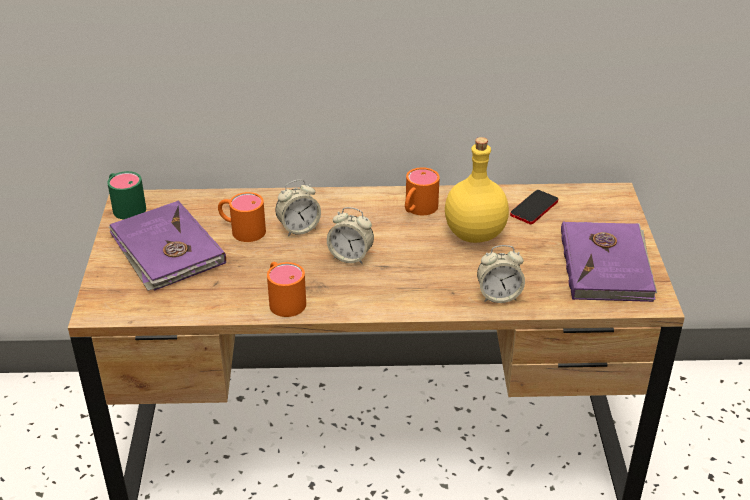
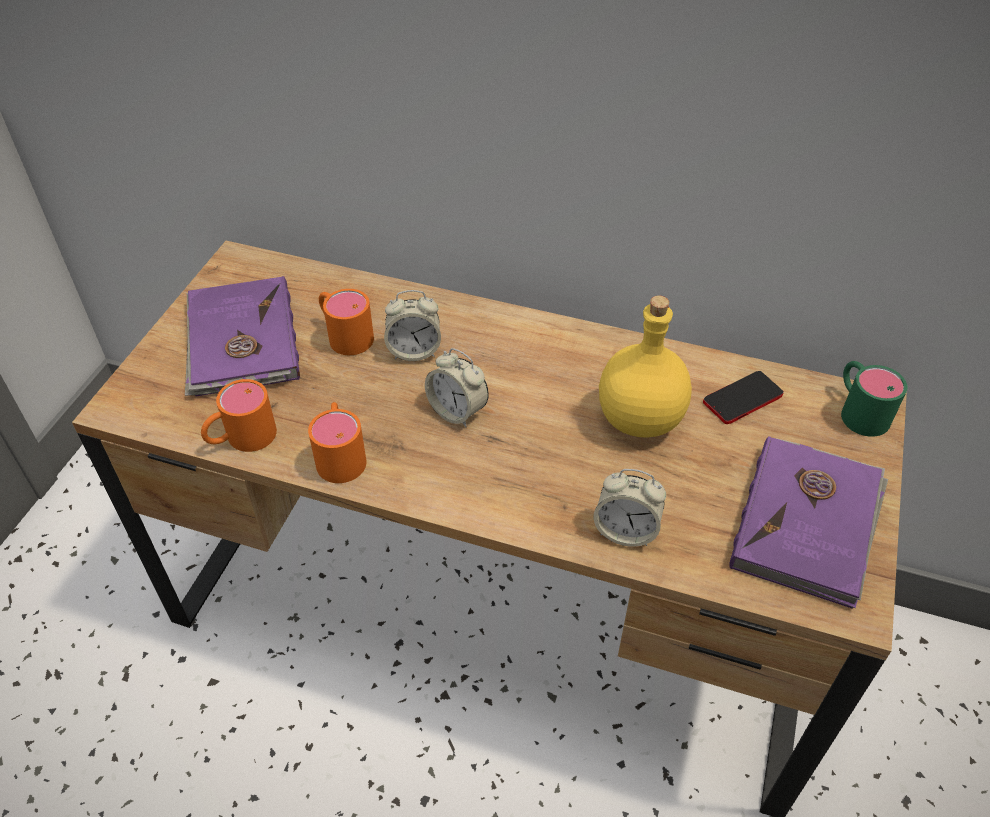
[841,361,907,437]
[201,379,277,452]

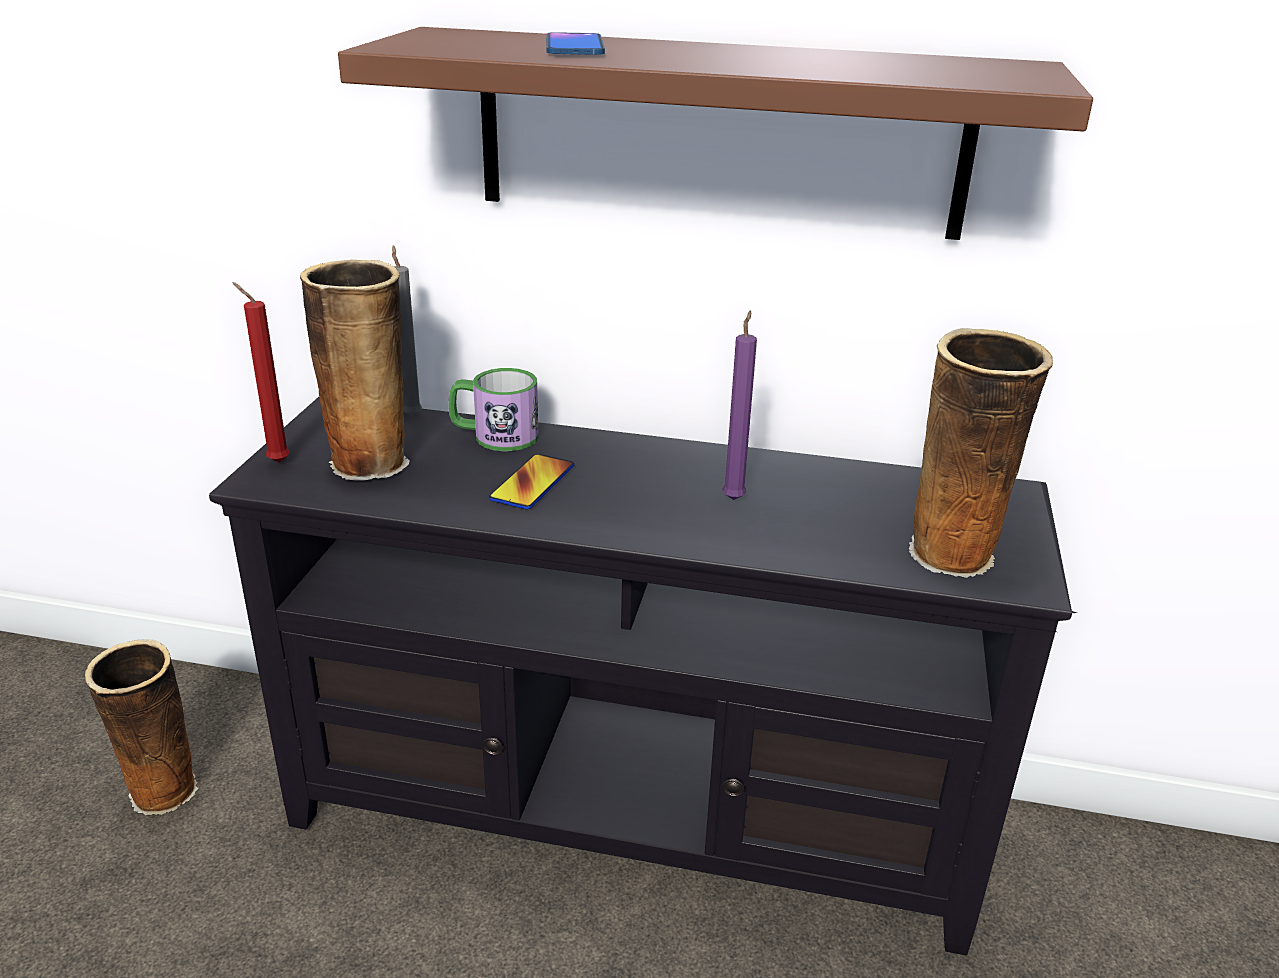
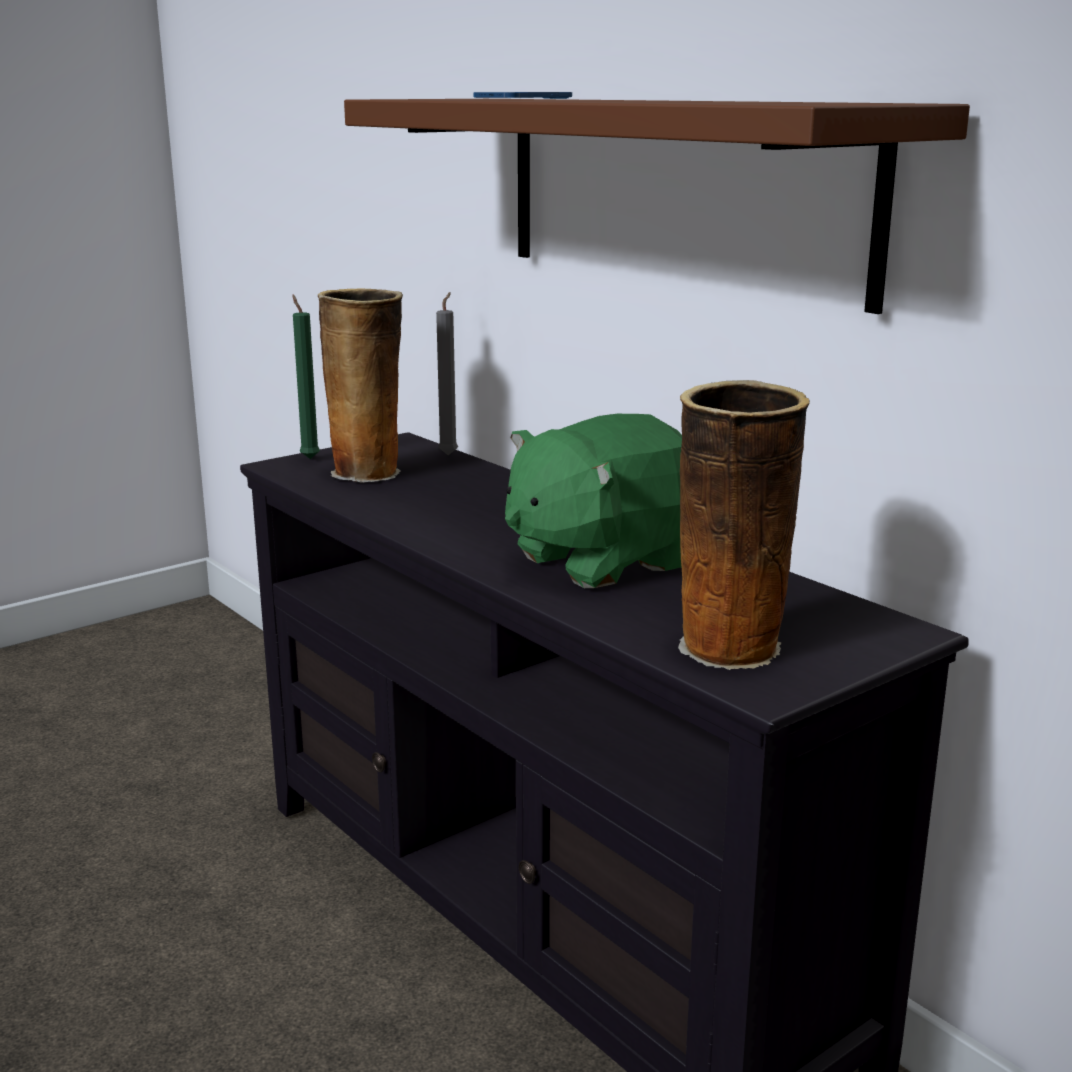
[85,639,199,815] (first image)
[449,368,539,451] (first image)
[489,454,574,510] (first image)
[505,414,682,588]
[292,295,320,459]

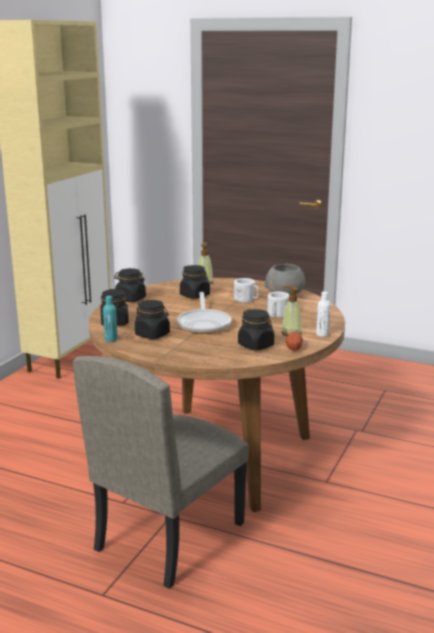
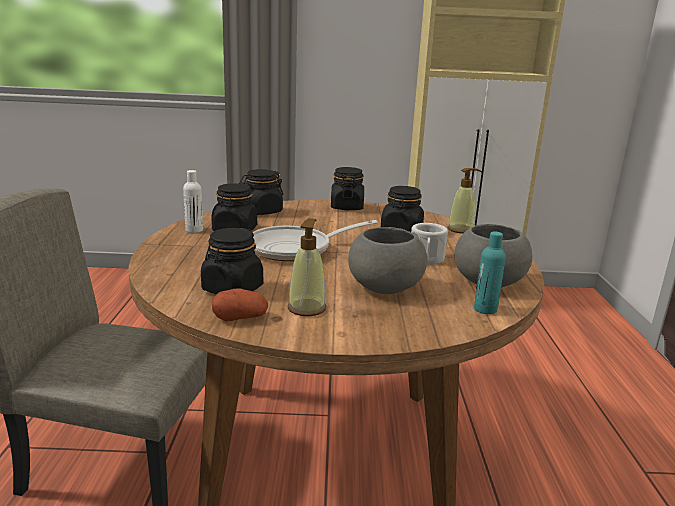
[474,232,506,314]
[183,170,203,233]
[348,227,427,294]

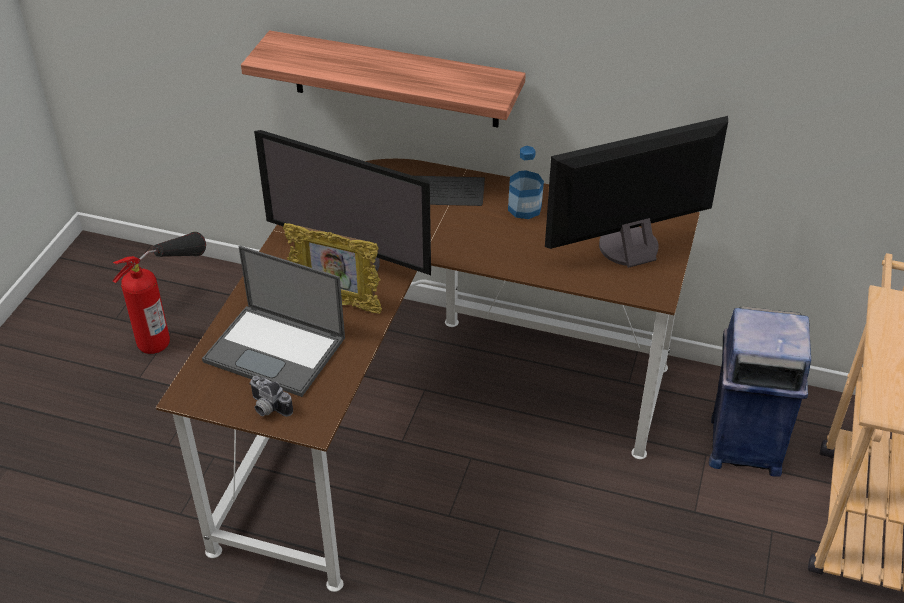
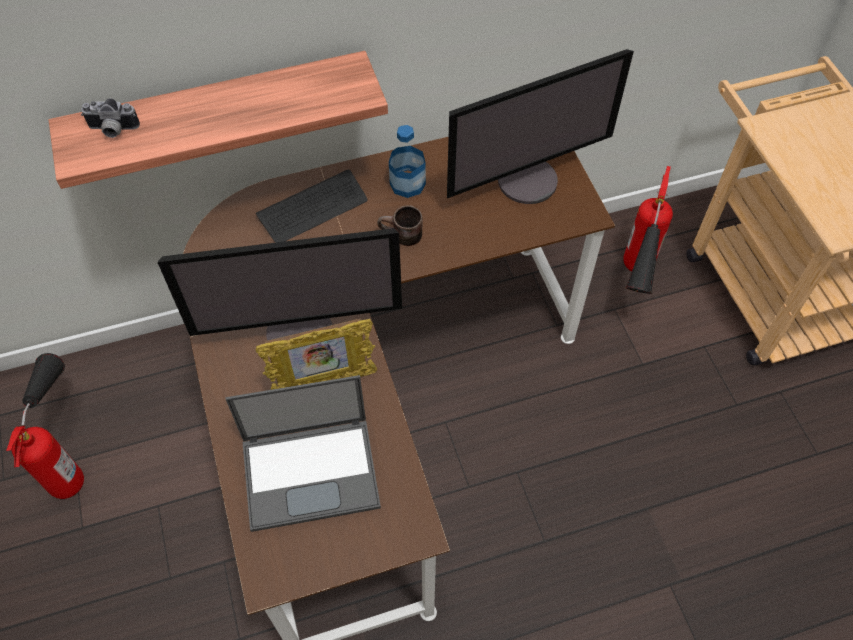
[377,205,423,246]
[81,98,140,138]
[623,166,673,294]
[447,49,634,204]

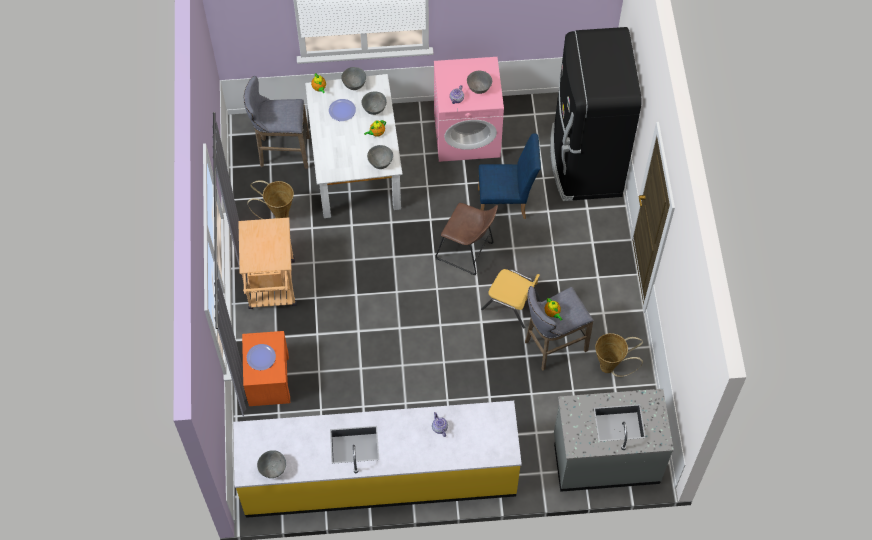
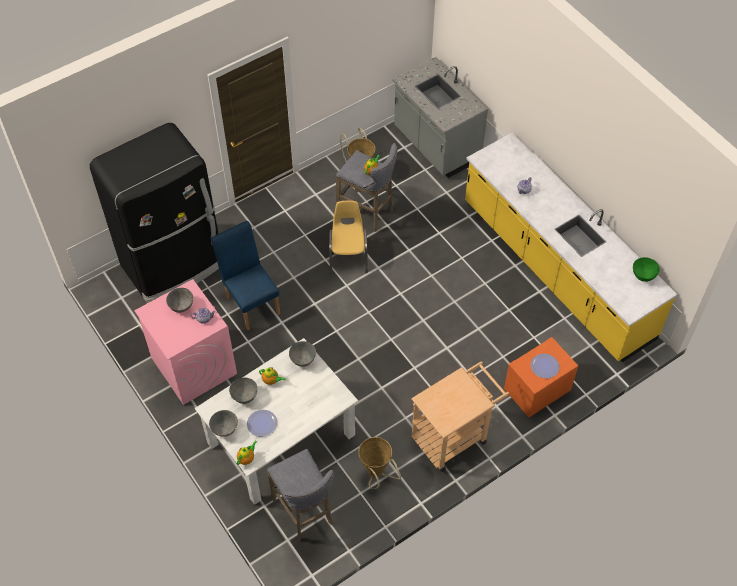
[436,203,498,276] (first image)
[633,257,660,282]

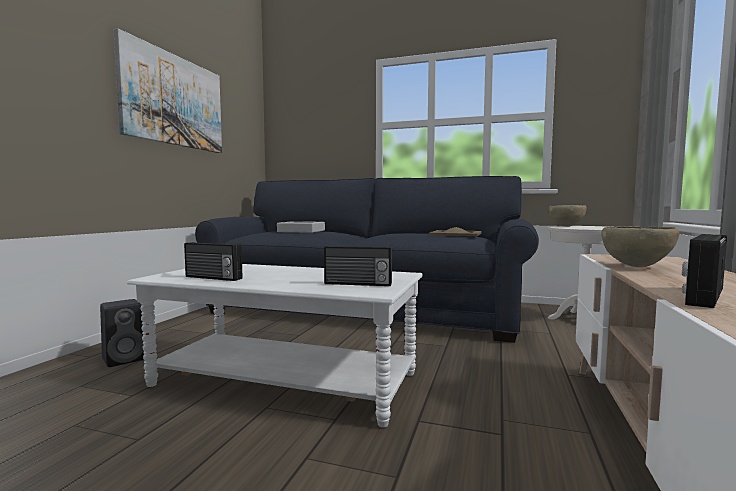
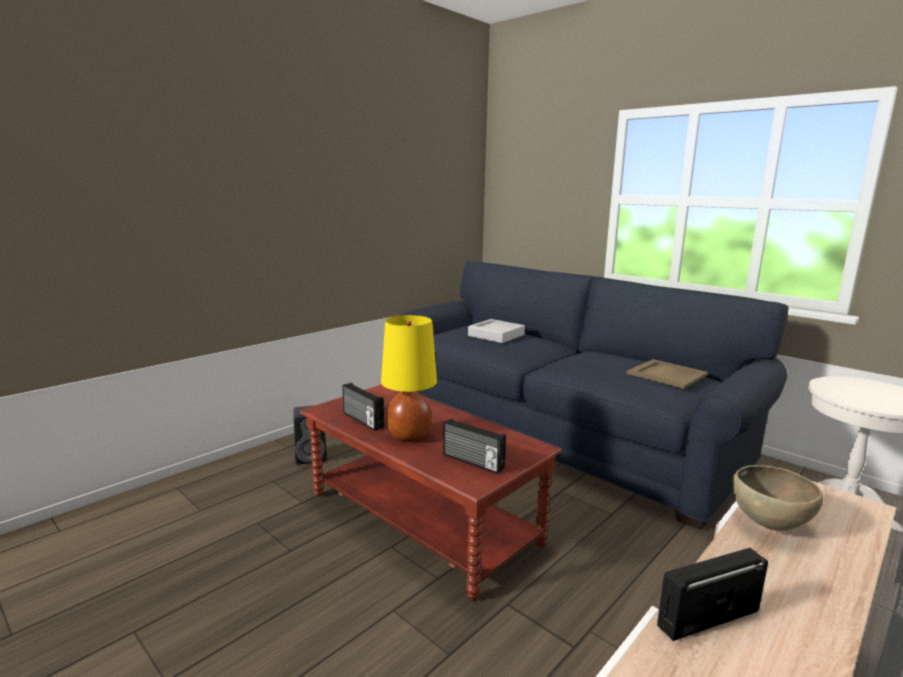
[114,28,222,153] (first image)
[548,205,587,227] (first image)
[381,315,437,442]
[300,384,562,601]

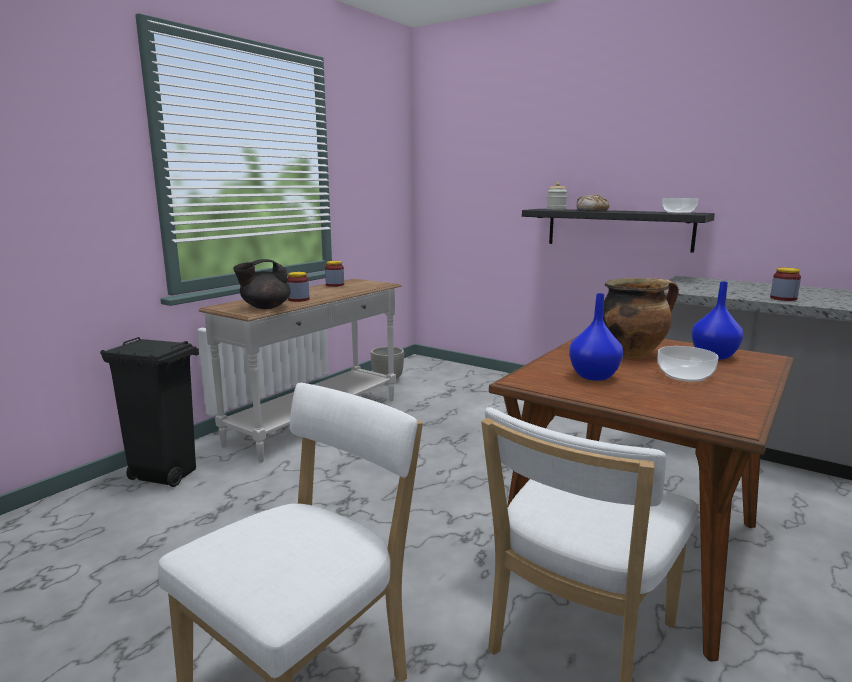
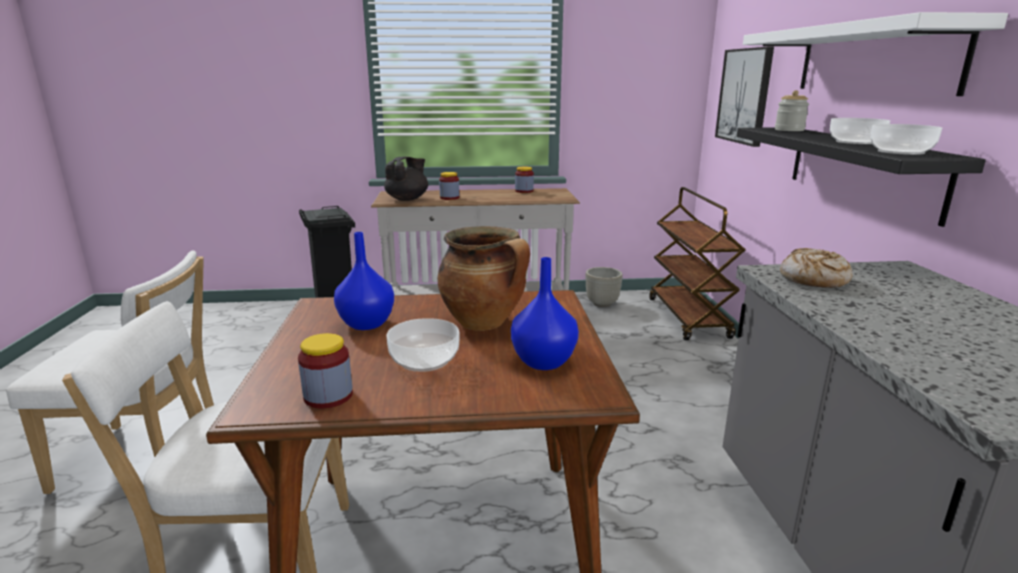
[649,187,745,340]
[715,47,774,147]
[743,12,1008,96]
[830,118,890,144]
[780,248,853,288]
[298,333,353,409]
[384,157,428,201]

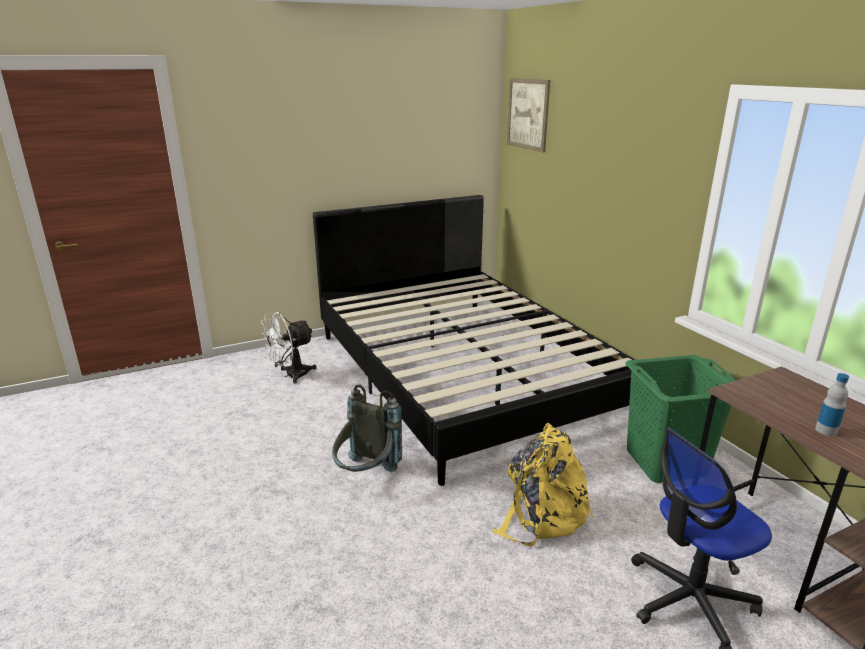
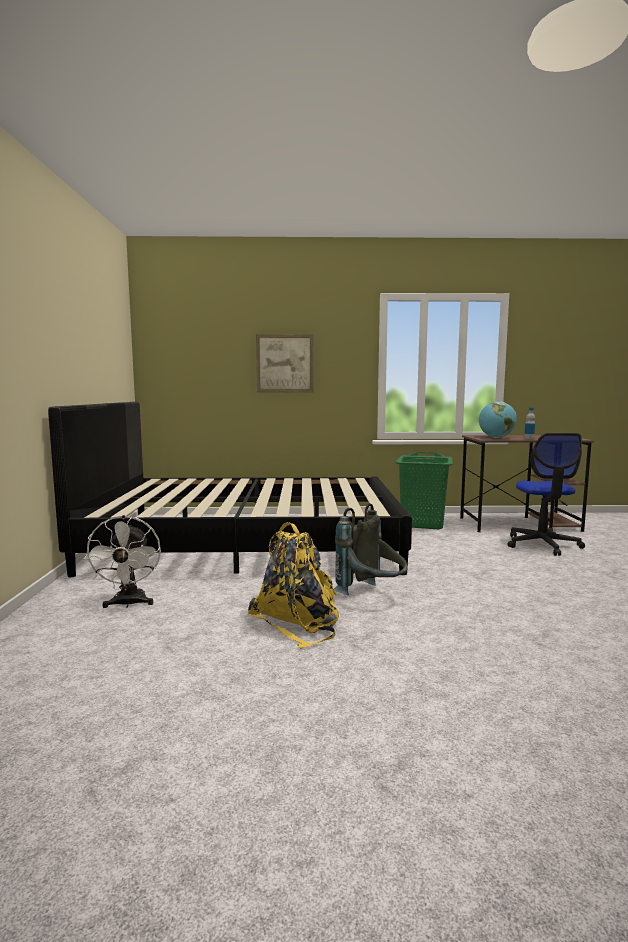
[479,401,517,438]
[248,522,339,649]
[256,334,313,392]

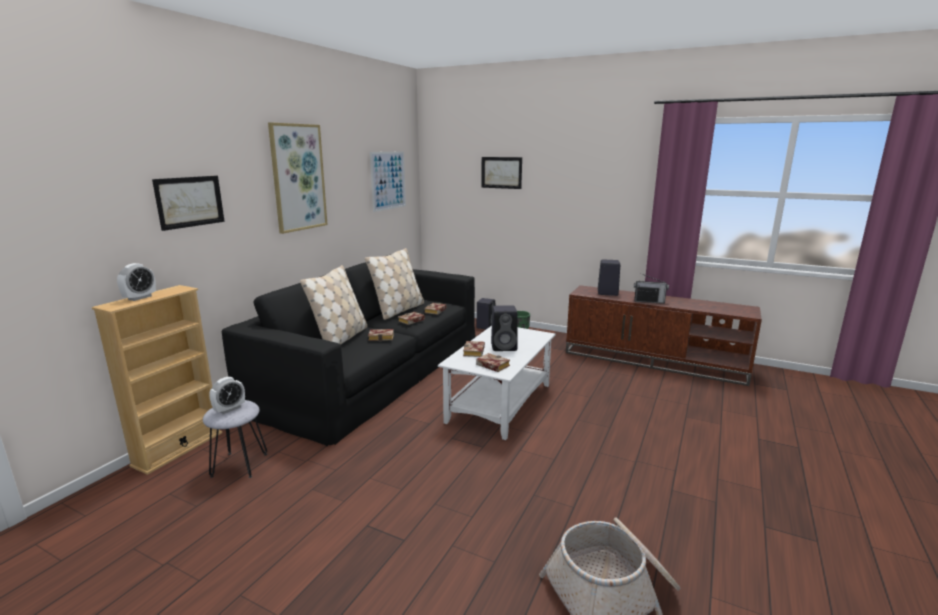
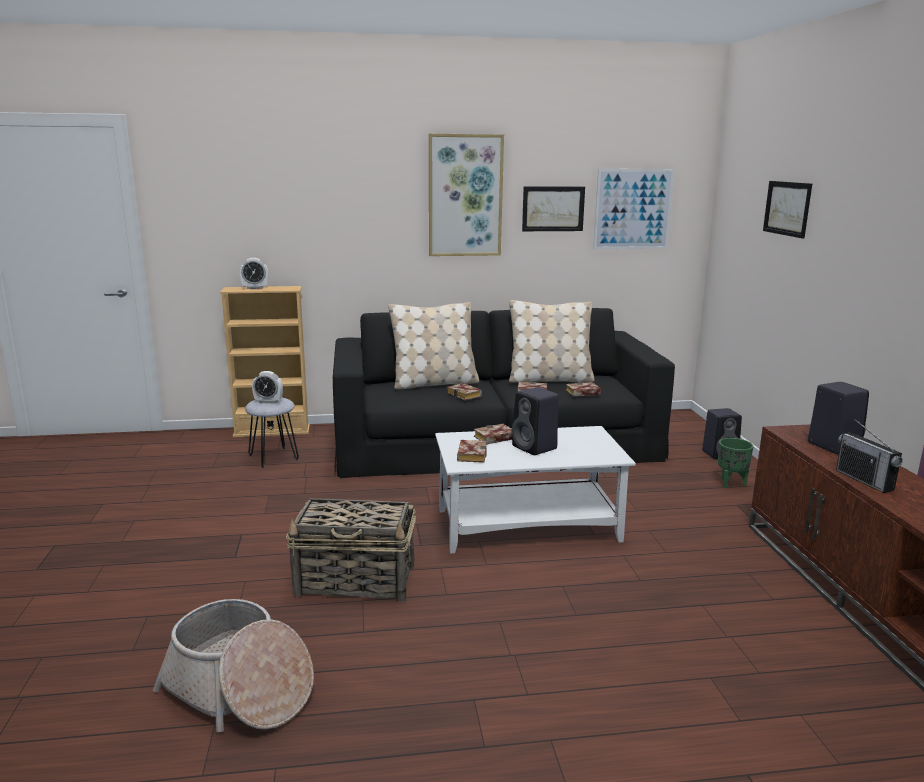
[286,498,416,602]
[522,186,585,231]

